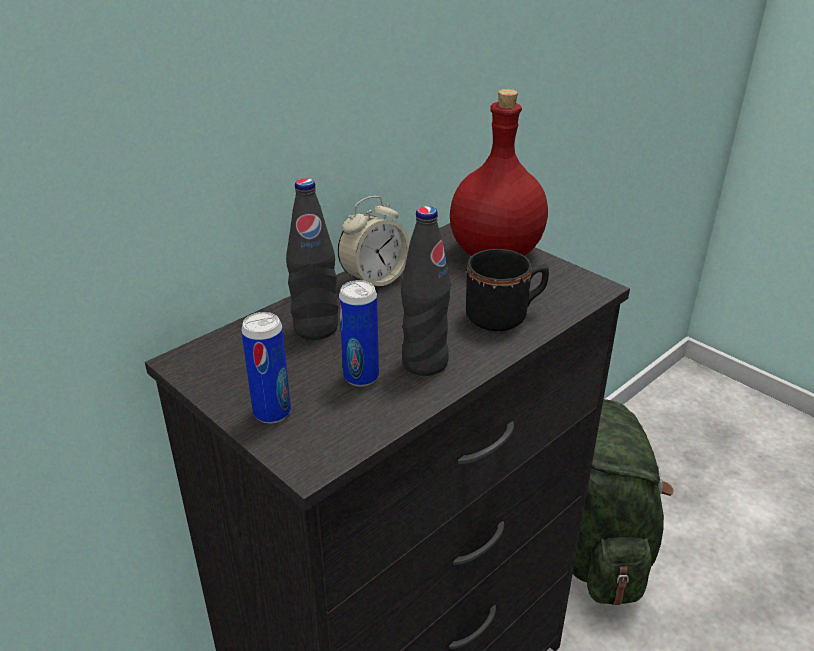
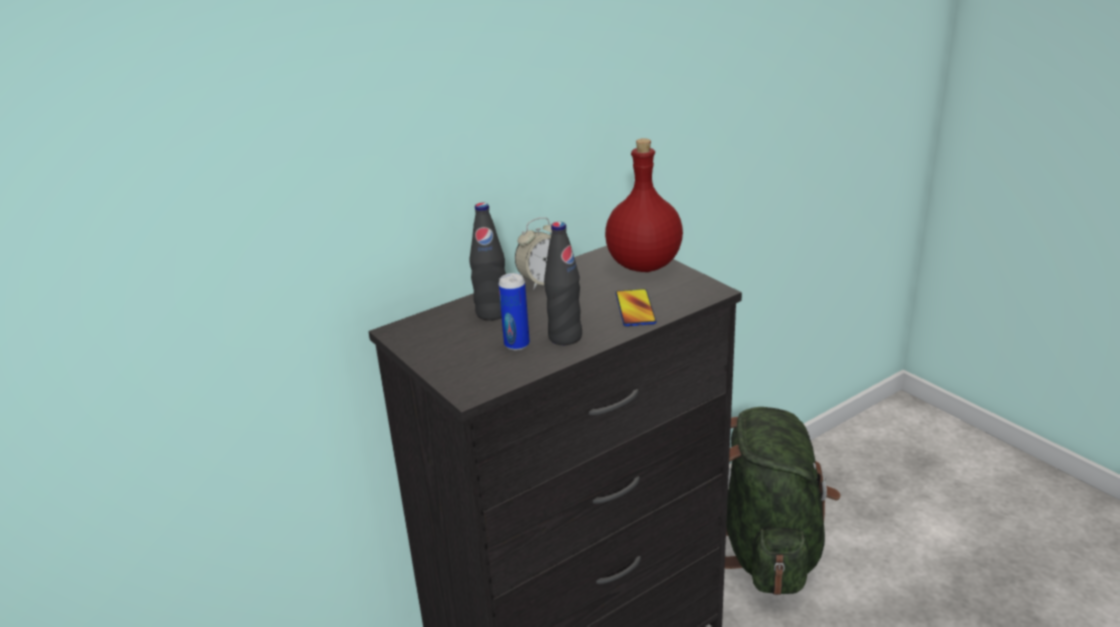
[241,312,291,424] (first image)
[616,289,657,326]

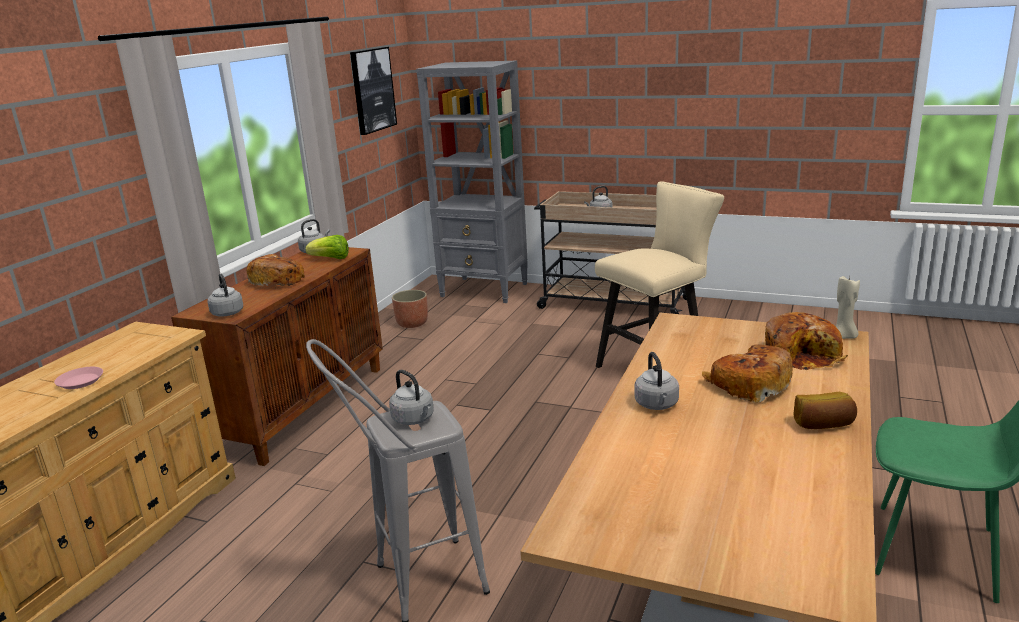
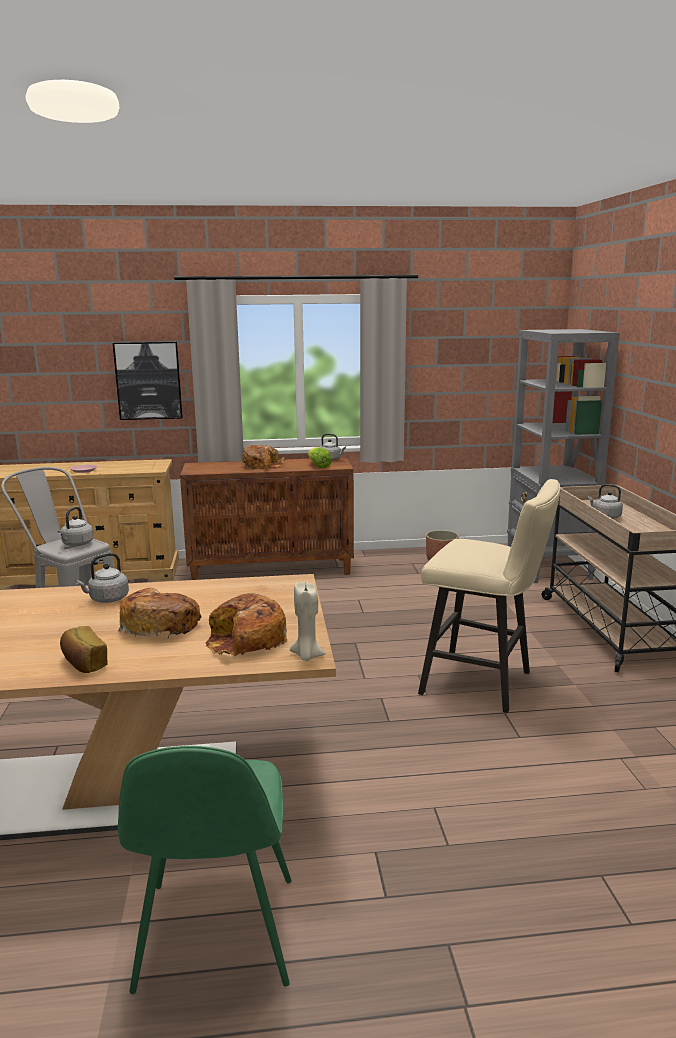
[207,274,243,317] (first image)
[113,342,183,420]

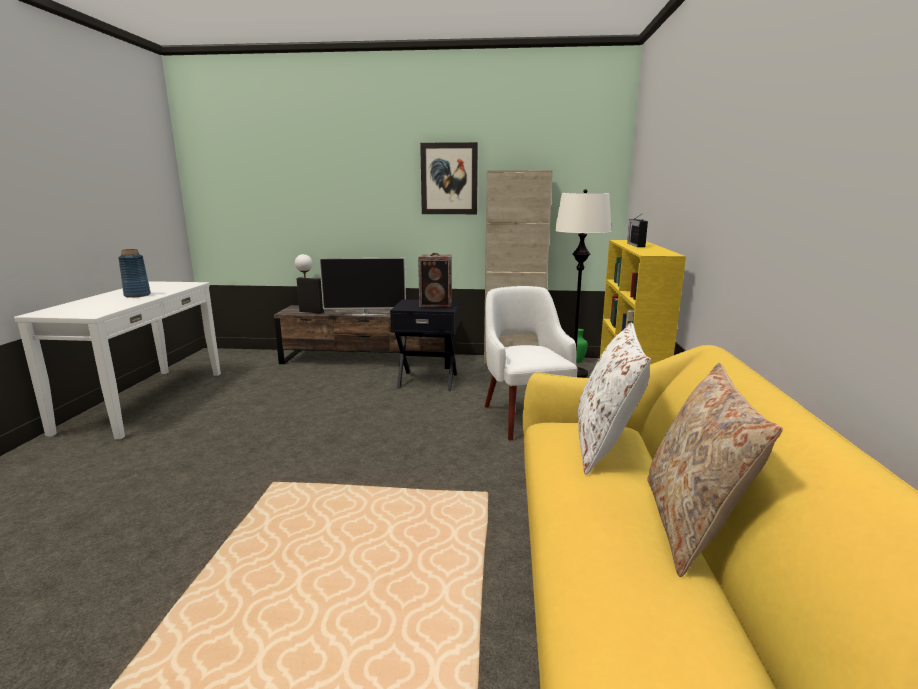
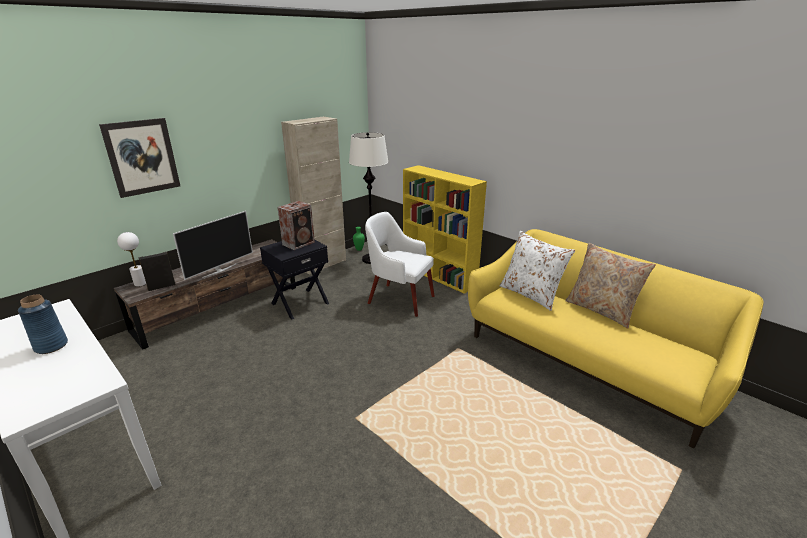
[627,213,648,247] (first image)
[99,118,180,198]

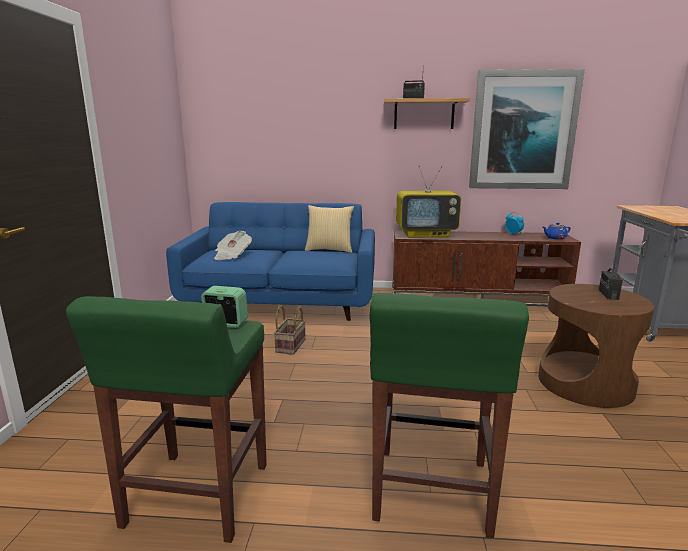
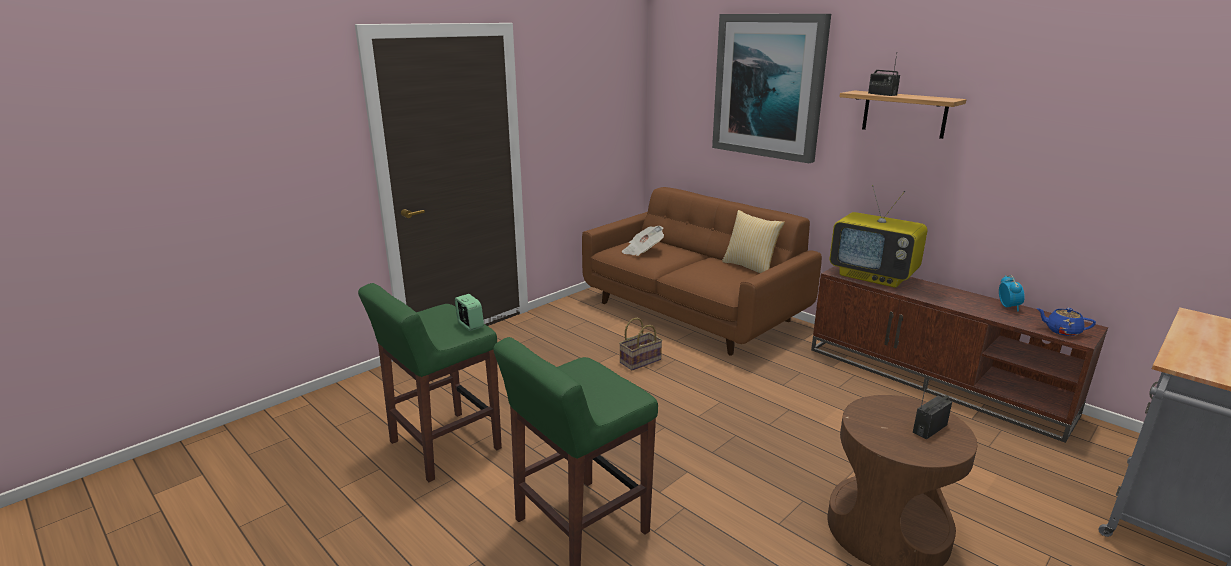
[712,14,831,163]
[582,187,822,356]

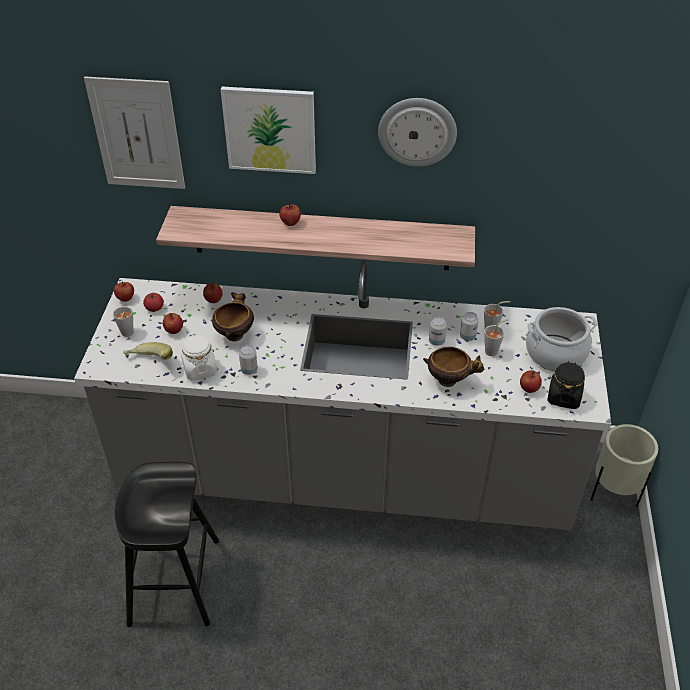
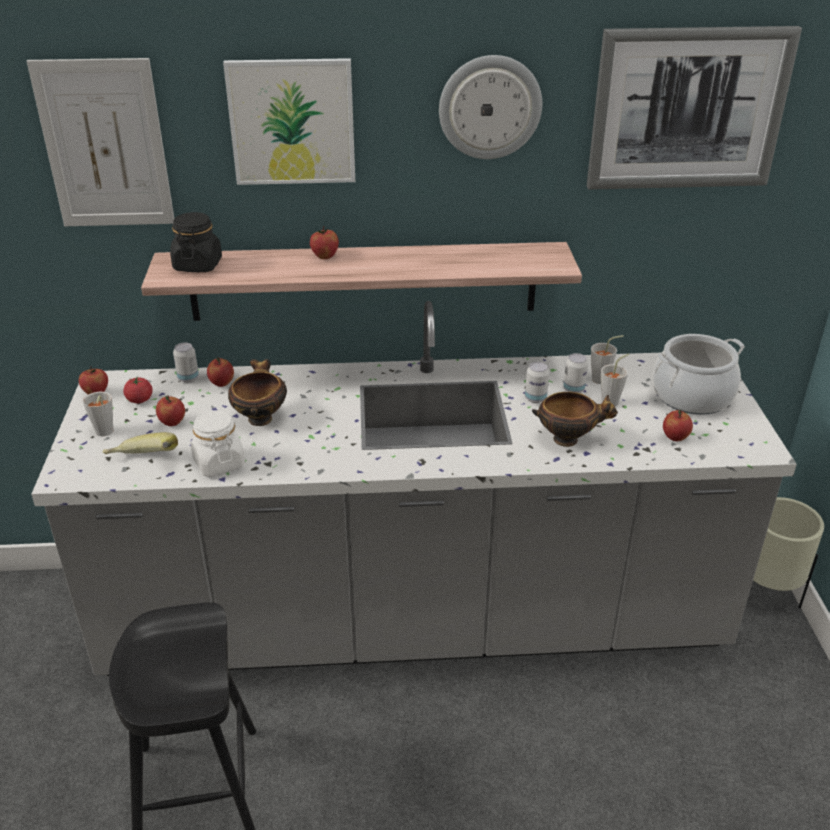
[587,26,802,189]
[173,342,199,383]
[170,212,222,272]

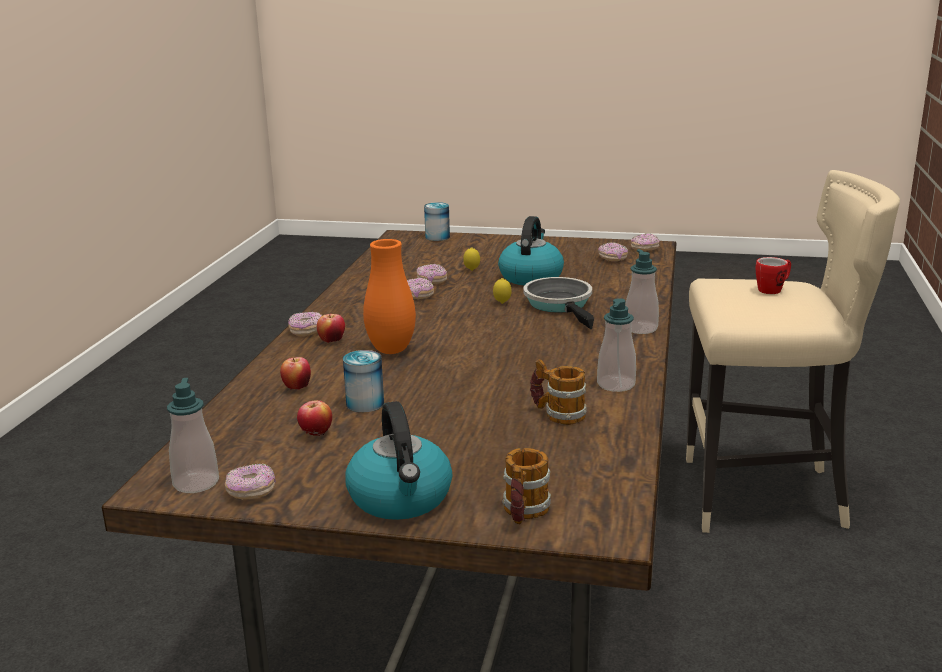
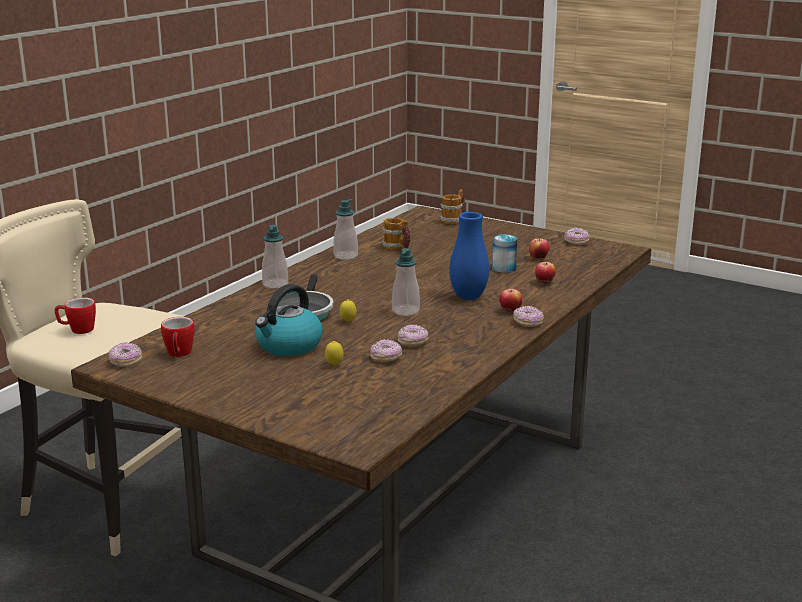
[345,401,452,520] (first image)
[424,202,450,241] (first image)
[392,248,420,316]
[161,317,194,357]
[449,212,489,300]

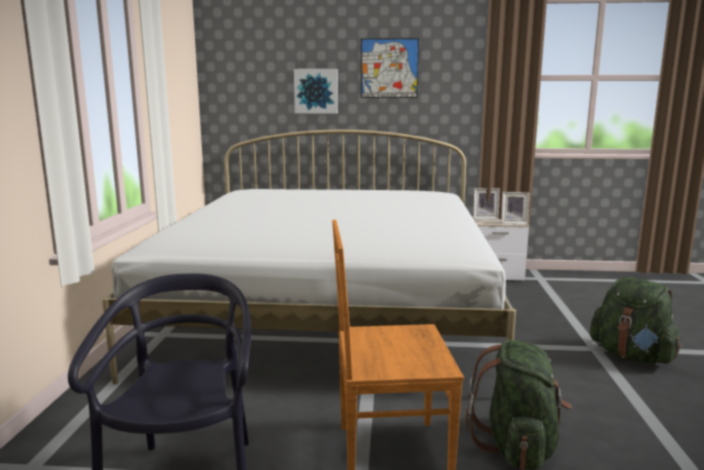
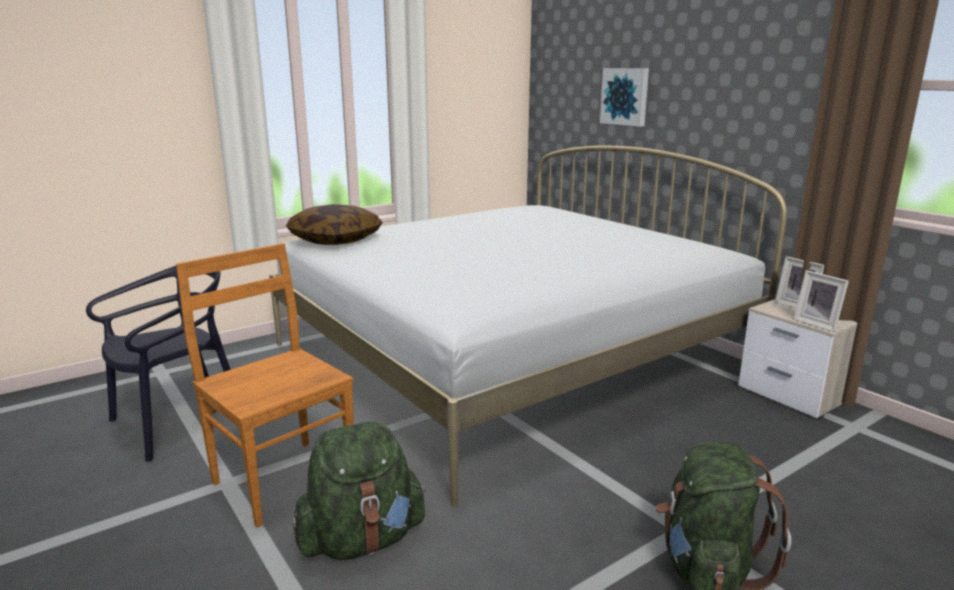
[361,38,419,98] (first image)
[286,204,383,245]

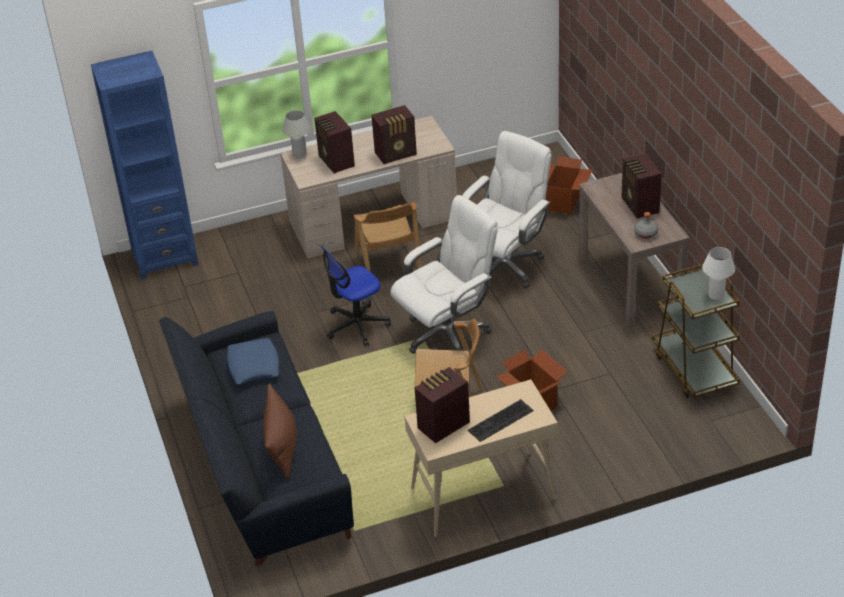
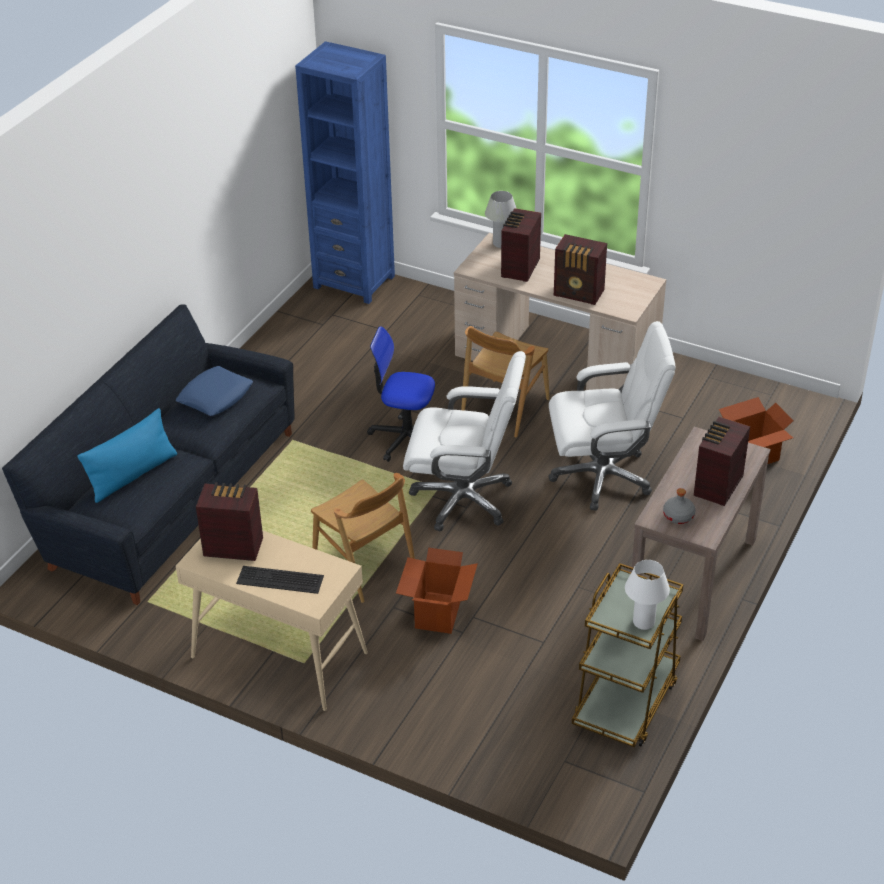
[77,408,177,503]

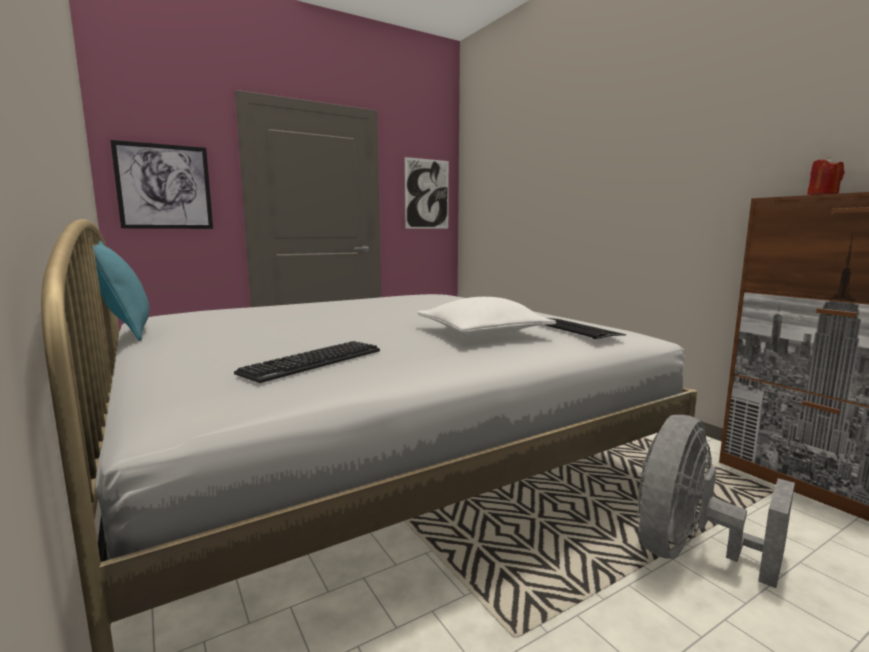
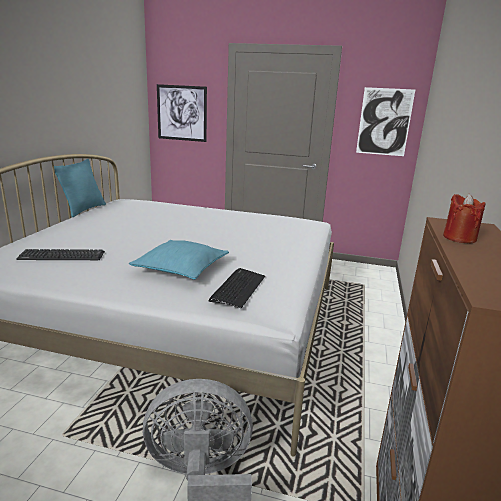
[129,240,229,280]

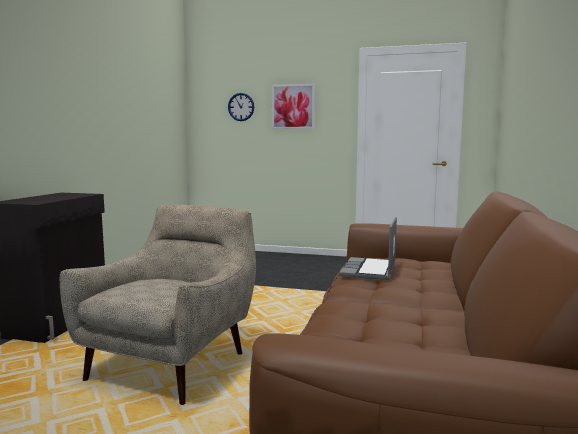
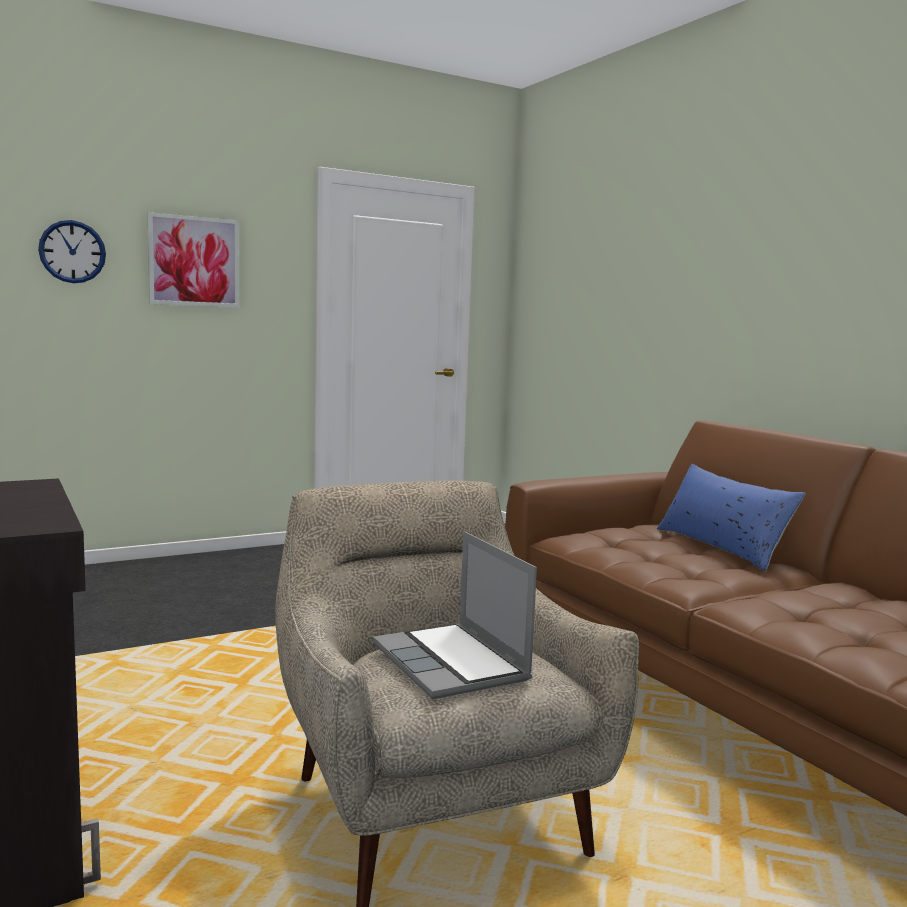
[657,464,806,571]
[373,531,537,699]

